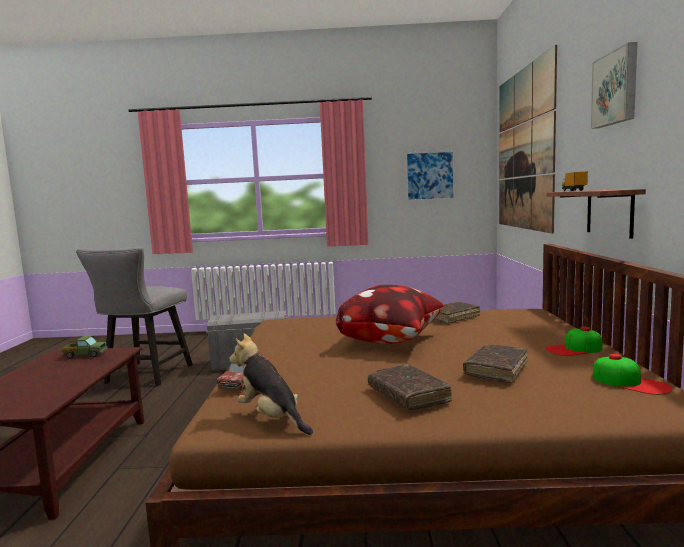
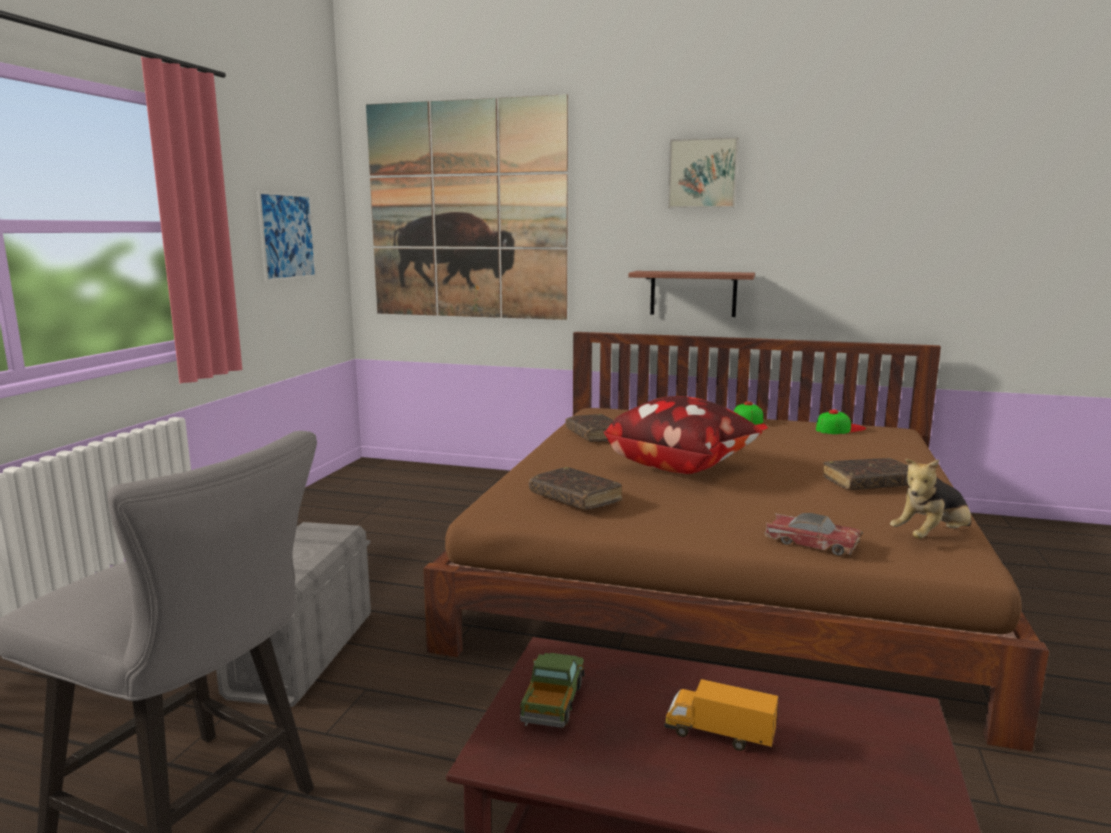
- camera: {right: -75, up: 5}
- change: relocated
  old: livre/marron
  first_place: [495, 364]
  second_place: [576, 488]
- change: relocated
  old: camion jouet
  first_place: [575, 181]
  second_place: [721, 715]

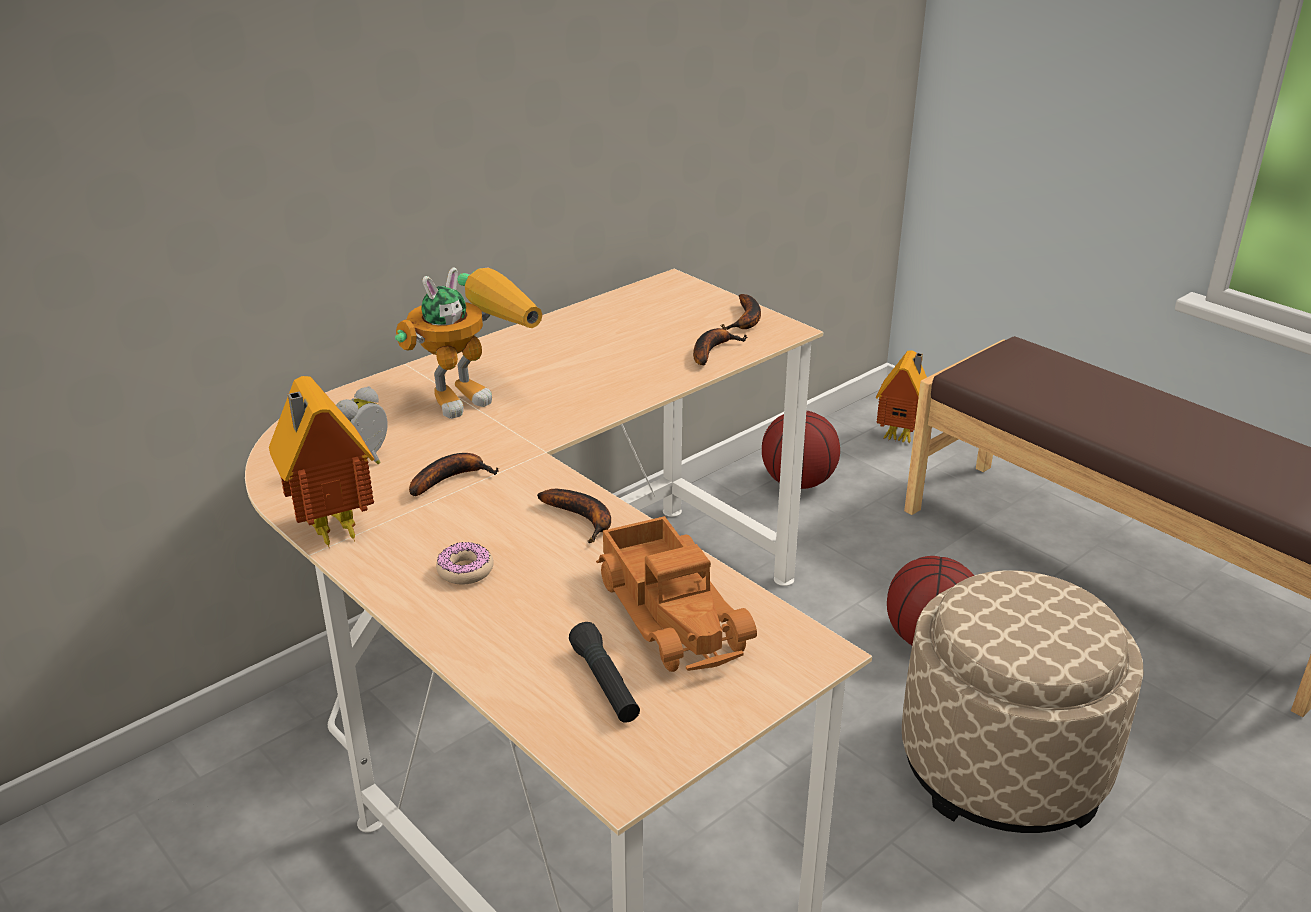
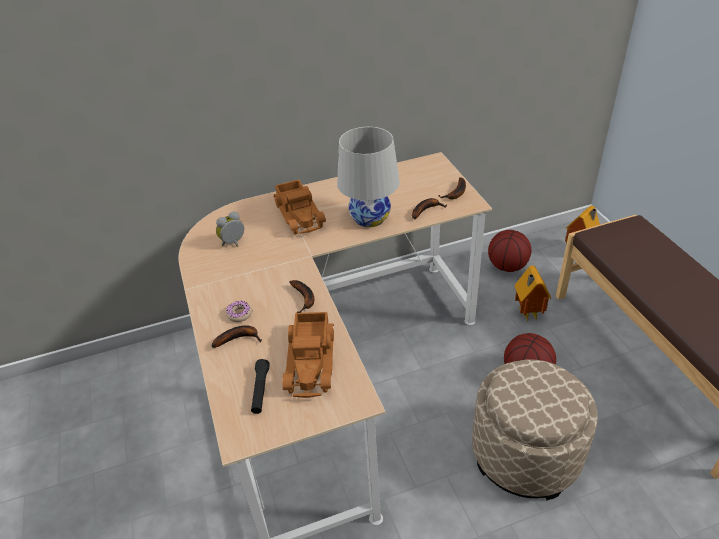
- camera: {right: 25, up: 10}
- change: appeared
  new: lampe de table/blanc
  second_place: [368, 177]
- change: relocated
  old: maison miniature
  first_place: [321, 462]
  second_place: [533, 294]
- change: relocated
  old: banane
  first_place: [454, 474]
  second_place: [237, 336]
- change: exchanged
  old: robot jouet
  new: camion jouet
  first_place: [469, 343]
  second_place: [300, 207]

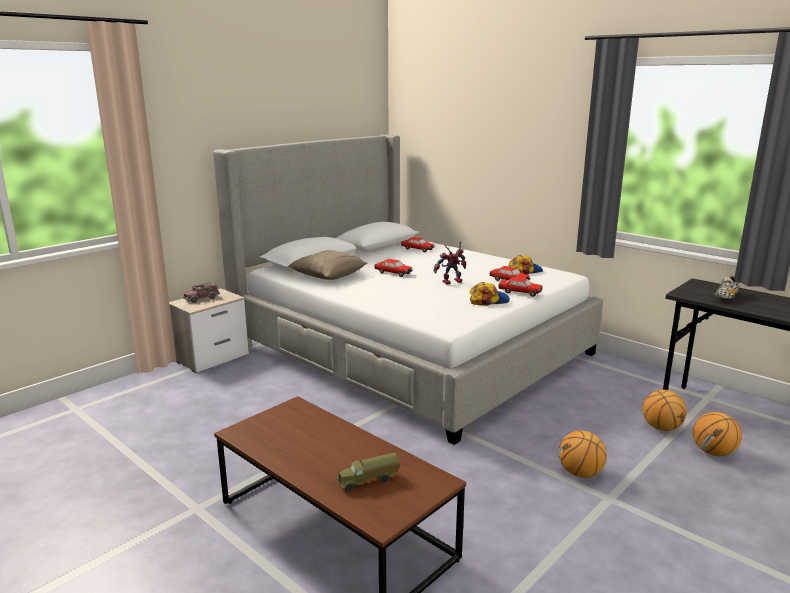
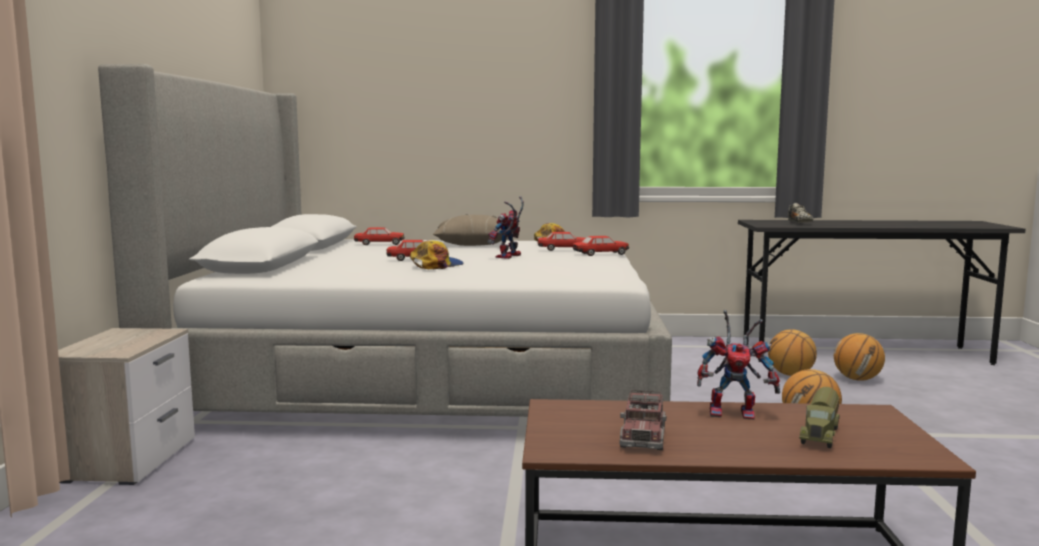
- camera: {right: -40, up: -10}
- change: appeared
  new: robot jouet
  second_place: [738, 365]
- change: relocated
  old: camion jouet
  first_place: [201, 292]
  second_place: [643, 420]
- change: relocated
  old: coussin/beige
  first_place: [327, 265]
  second_place: [467, 230]
- change: relocated
  old: casquette
  first_place: [489, 294]
  second_place: [437, 254]

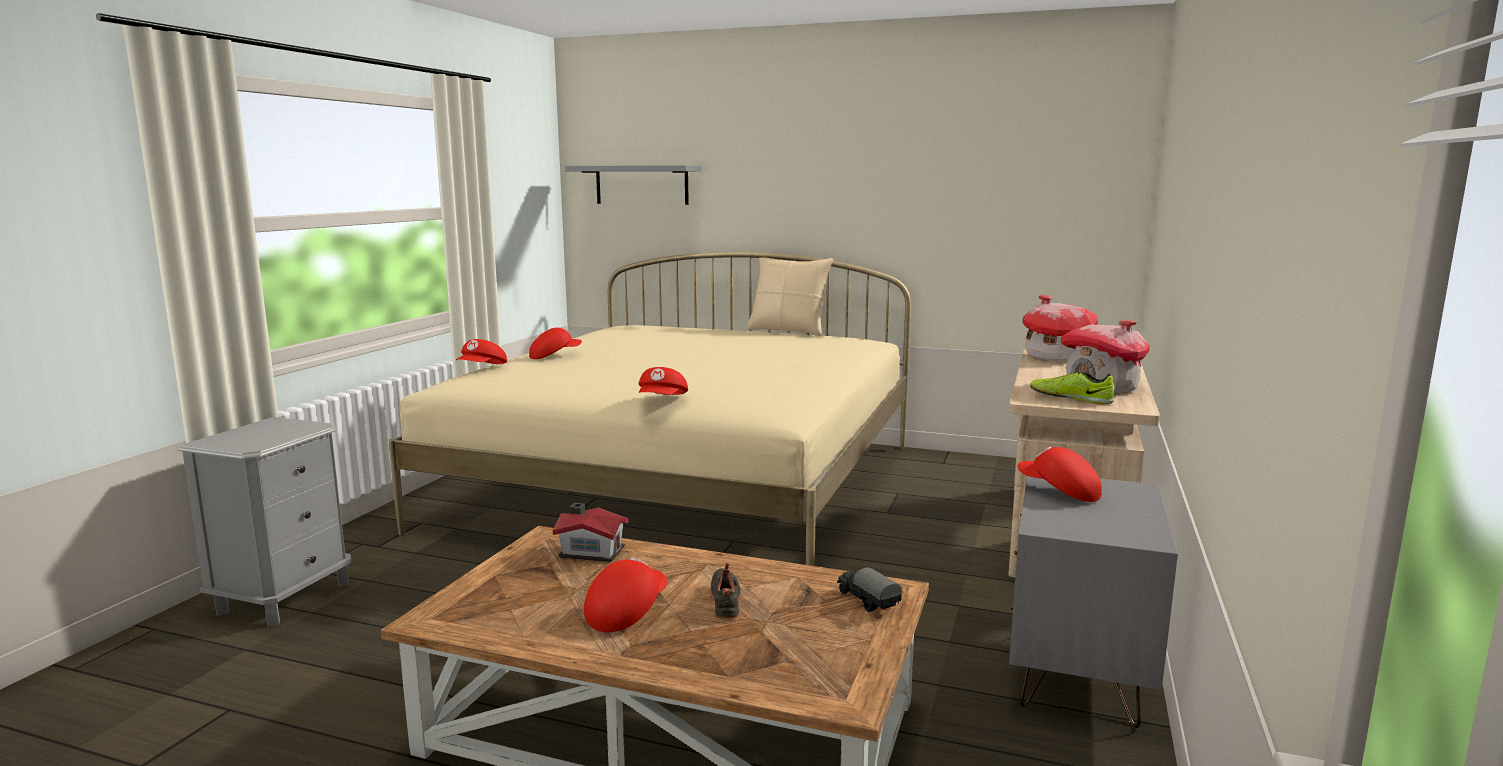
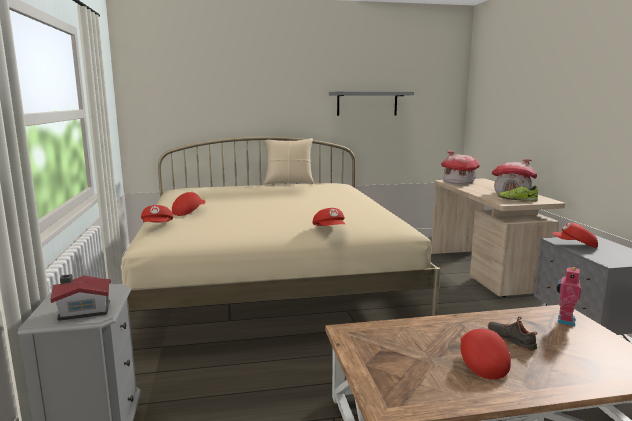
- camera: {right: -30, up: 0}
- change: relocated
  old: maison miniature
  first_place: [590, 532]
  second_place: [81, 297]
- change: relocated
  old: étagère/gris
  first_place: [633, 185]
  second_place: [371, 104]
- change: exchanged
  old: camion jouet
  new: robot jouet
  first_place: [869, 589]
  second_place: [569, 296]

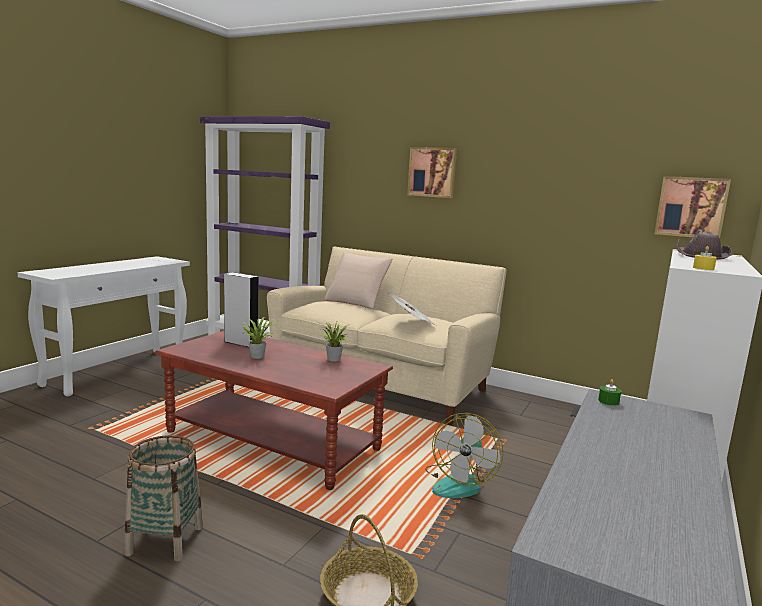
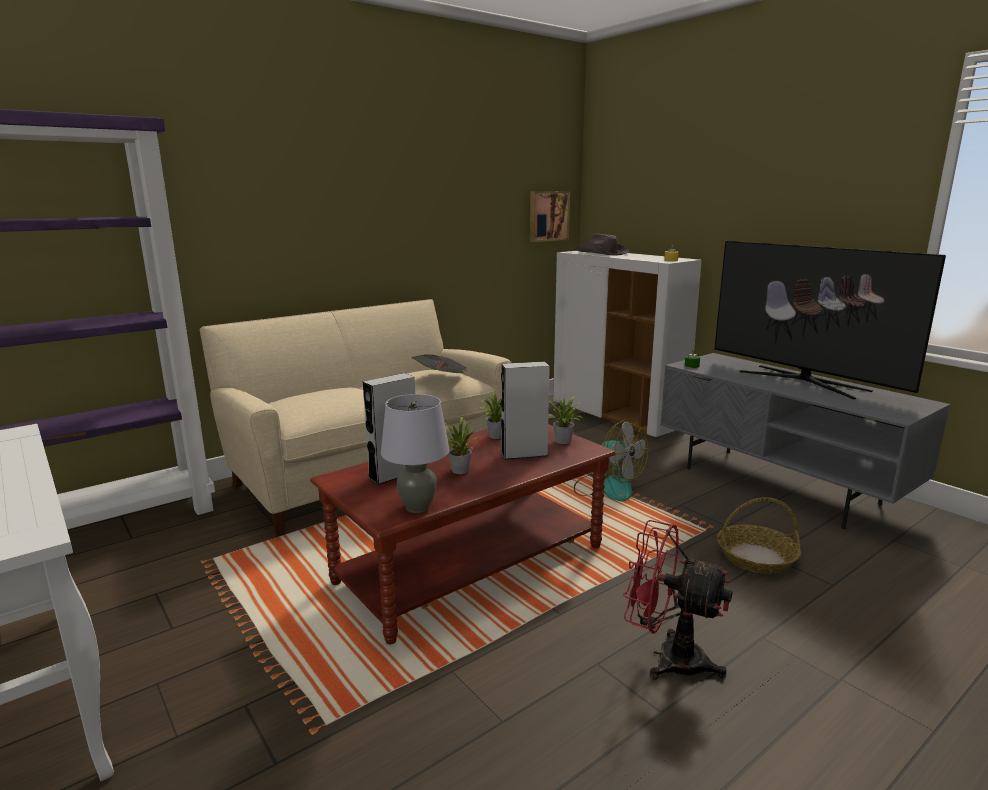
- camera: {right: -65, up: 5}
- change: missing
  old: coussin/beige
  first_place: [358, 280]
- change: missing
  old: tableau
  first_place: [432, 172]
- change: appeared
  new: lampe de table/gris
  second_place: [415, 453]
- change: appeared
  new: enceinte/gris
  second_place: [525, 410]
- change: appeared
  new: plante en pot
  second_place: [565, 419]
- change: appeared
  new: téléviseur
  second_place: [830, 320]
- change: exchanged
  old: panier
  new: ventilateur/rouge
  first_place: [164, 498]
  second_place: [678, 600]

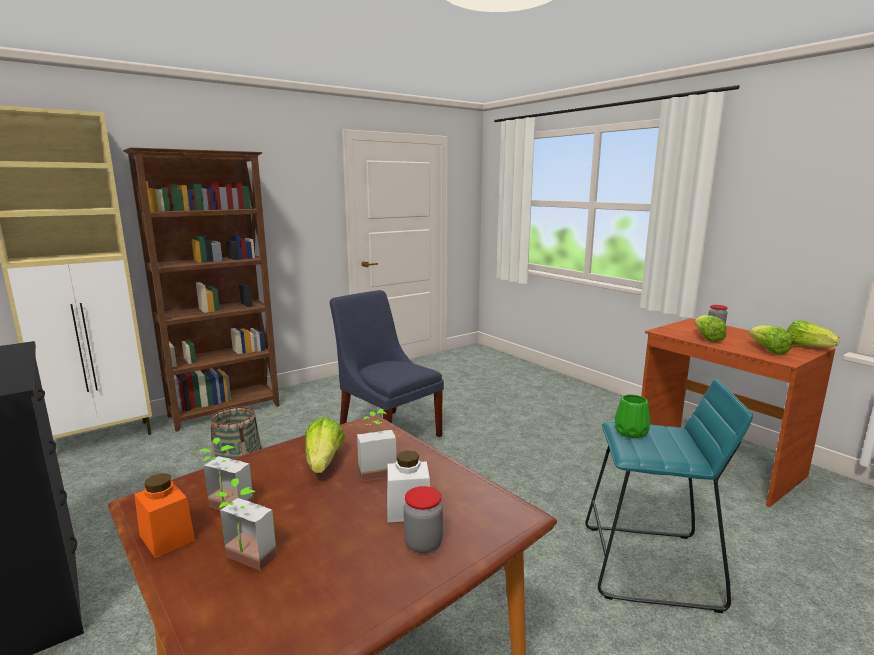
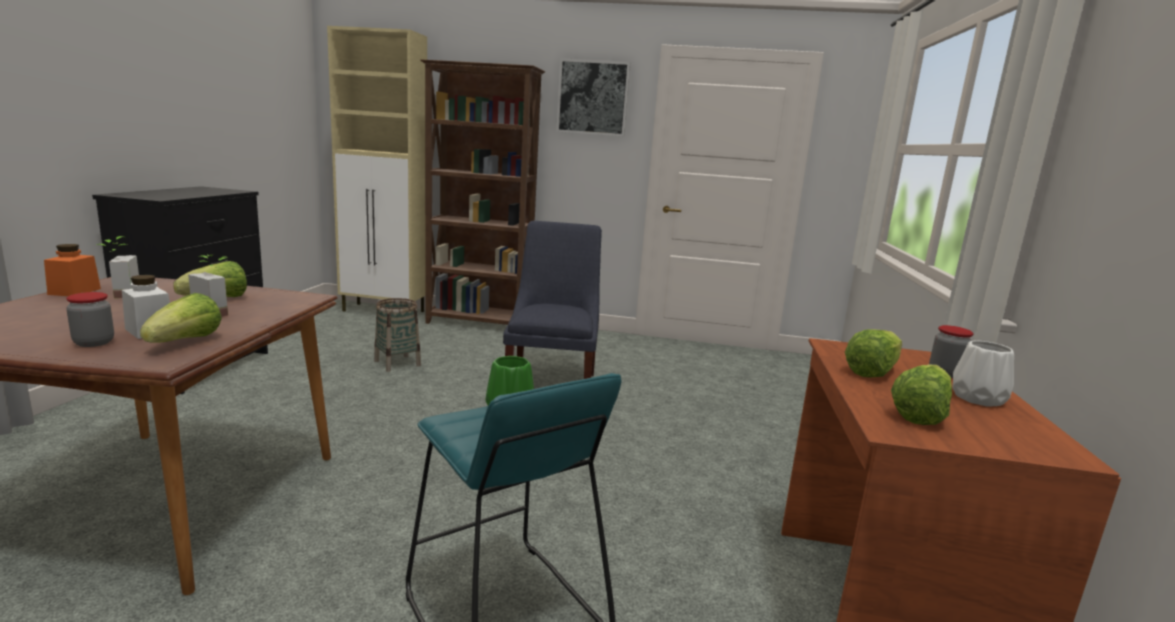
- camera: {right: 45, up: 0}
- change: missing
  old: plante en pot
  first_place: [245, 524]
- change: appeared
  new: tableau
  second_place: [593, 97]
- change: appeared
  new: vase/blanc
  second_place: [983, 373]
- change: relocated
  old: laitue
  first_place: [813, 333]
  second_place: [181, 318]

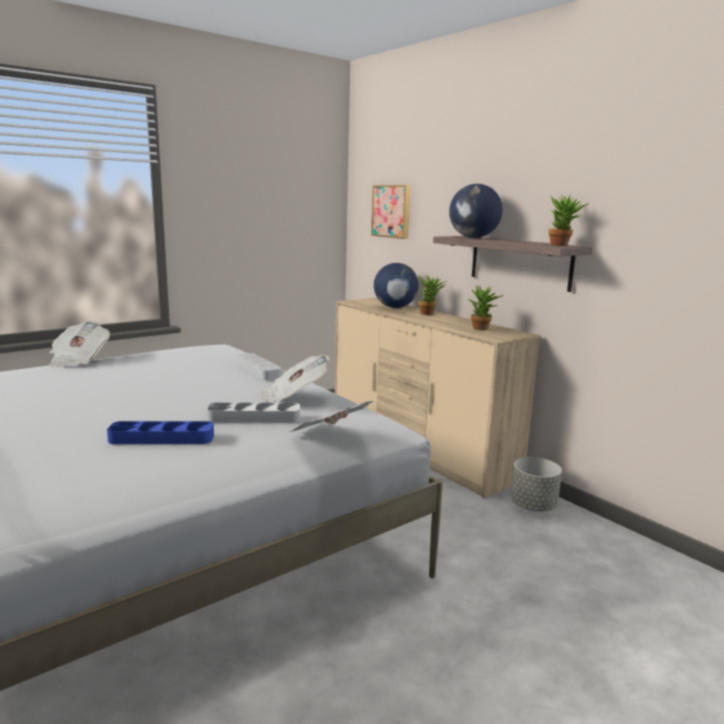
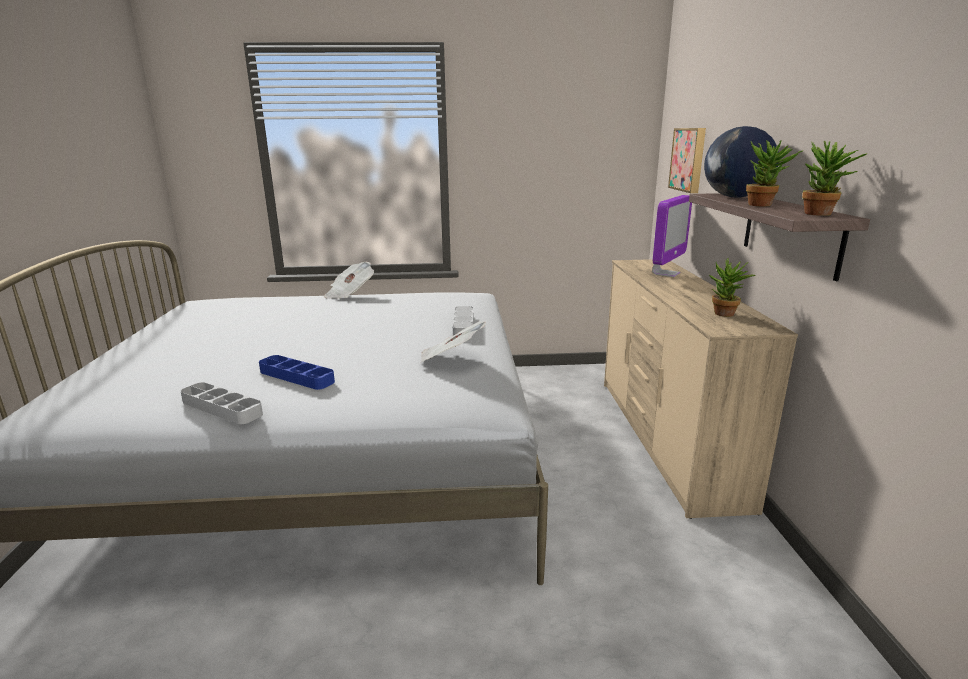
- camera: {right: 35, up: 5}
- change: missing
  old: journal
  first_place: [331, 416]
- change: missing
  old: cache-pot/gris
  first_place: [536, 484]
- change: relocated
  old: plateau/gris
  first_place: [253, 412]
  second_place: [222, 403]
- change: relocated
  old: plante en pot
  first_place: [432, 295]
  second_place: [774, 173]
- change: exchanged
  old: globe
  new: écran d'ordinateur
  first_place: [396, 285]
  second_place: [672, 236]

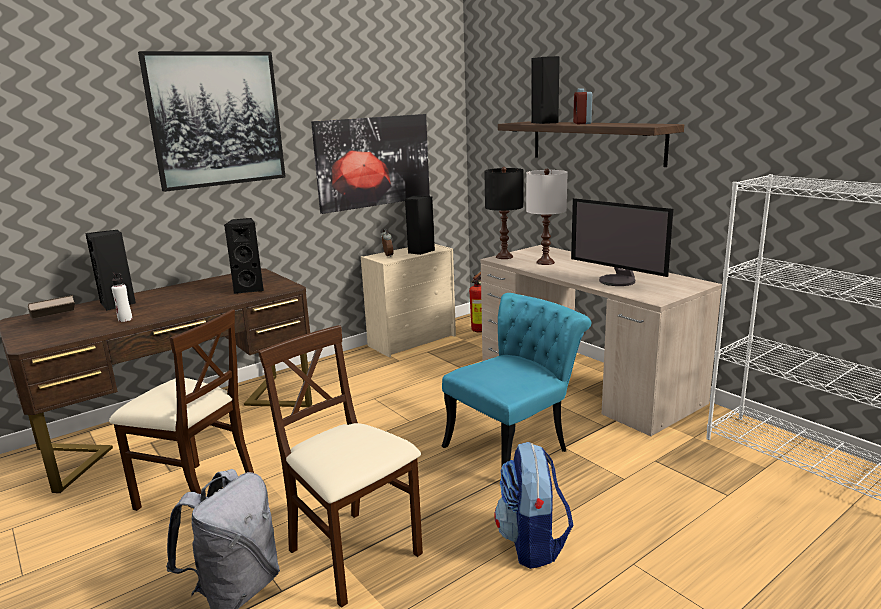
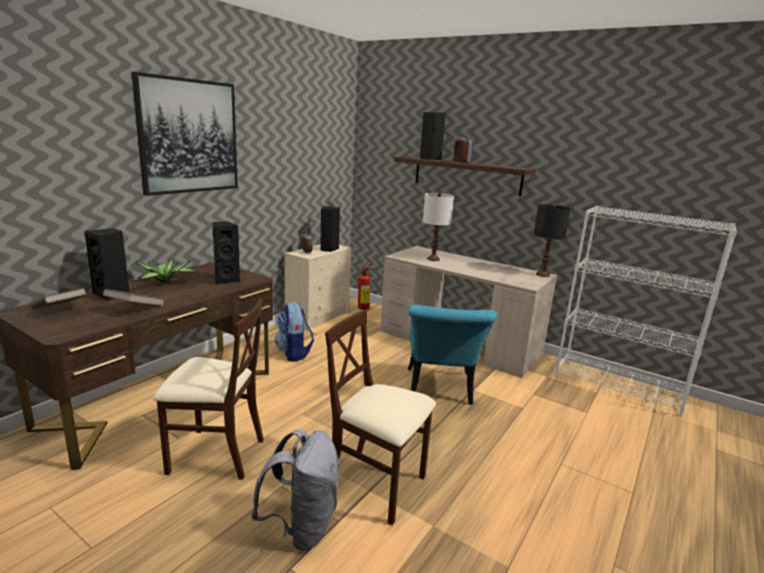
- camera: {right: -20, up: 0}
- change: missing
  old: tableau
  first_place: [370, 164]
- change: missing
  old: écran d'ordinateur
  first_place: [622, 242]
- change: appeared
  new: plante en pot
  second_place: [167, 271]
- change: relocated
  old: lampe de table/noir
  first_place: [503, 213]
  second_place: [552, 240]
- change: relocated
  old: sac à dos
  first_place: [533, 505]
  second_place: [294, 332]
- change: exchanged
  old: bouteille/blanc
  new: livre/marron
  first_place: [122, 297]
  second_place: [134, 297]
- change: spun
  old: chaise/turquoise
  first_place: [516, 380]
  second_place: [453, 355]
  degrees: 150

